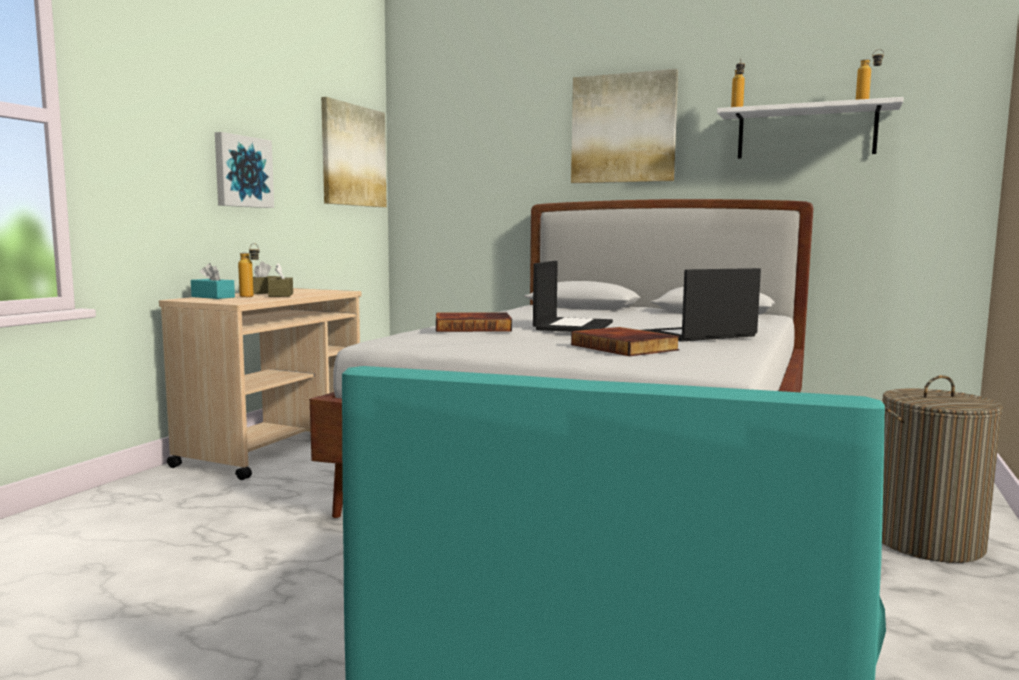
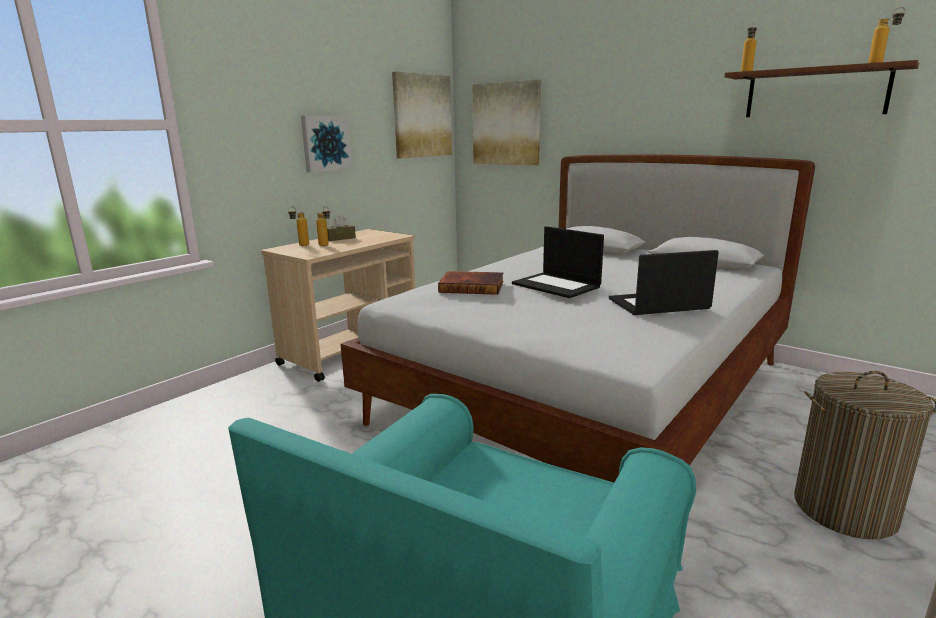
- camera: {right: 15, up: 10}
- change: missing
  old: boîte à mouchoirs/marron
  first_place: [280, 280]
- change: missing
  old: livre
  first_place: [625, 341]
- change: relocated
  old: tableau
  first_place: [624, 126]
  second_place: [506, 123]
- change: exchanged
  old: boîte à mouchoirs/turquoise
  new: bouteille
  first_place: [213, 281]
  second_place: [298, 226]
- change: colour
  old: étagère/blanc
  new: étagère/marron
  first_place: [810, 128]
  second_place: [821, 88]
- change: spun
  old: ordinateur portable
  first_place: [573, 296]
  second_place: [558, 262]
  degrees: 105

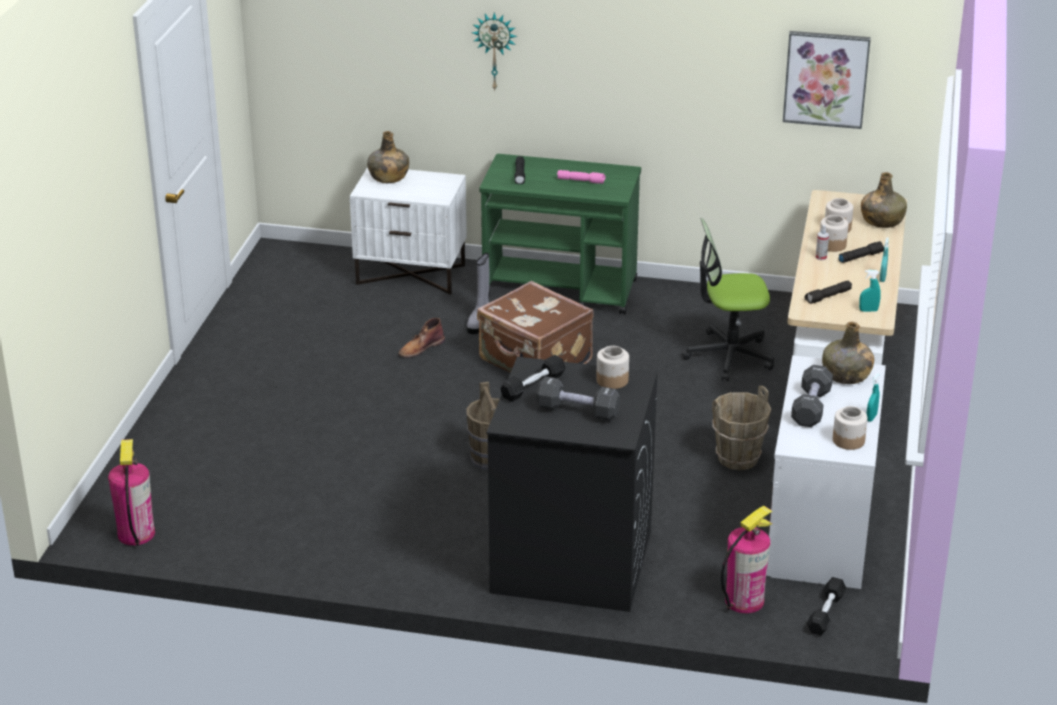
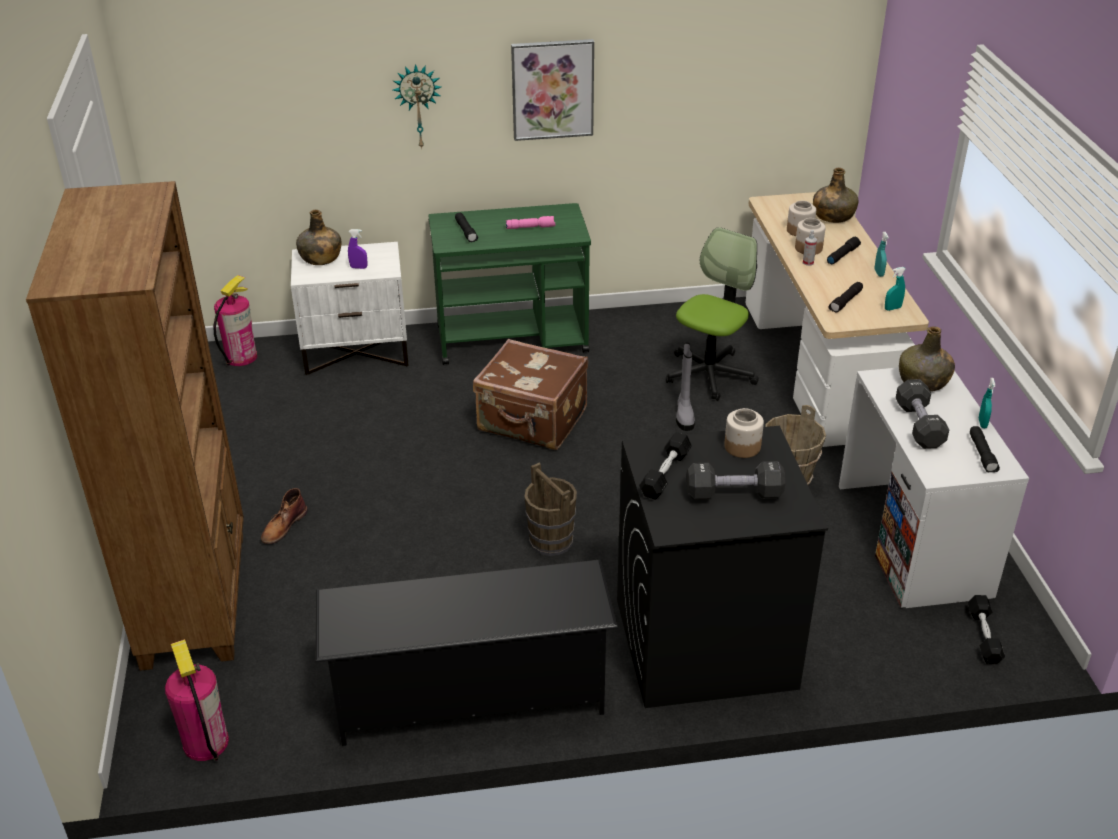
- camera: {right: -20, up: 5}
- change: appeared
  new: bibliothèque/marron
  second_place: [135, 426]
- change: appeared
  new: étagère à chaussures/noir
  second_place: [467, 653]
- change: appeared
  new: vaporisateur/violet
  second_place: [357, 249]
- change: relocated
  old: botte/marron
  first_place: [422, 338]
  second_place: [284, 516]
- change: relocated
  old: botte/gris
  first_place: [478, 293]
  second_place: [685, 386]
- change: relocated
  old: extincteur
  first_place: [746, 559]
  second_place: [235, 320]
- change: relocated
  old: tableau
  first_place: [827, 80]
  second_place: [552, 90]
- change: exchanged
  old: bocal
  new: lampe de poche/noir
  first_place: [850, 428]
  second_place: [985, 449]
- change: spun
  old: chaise de bureau
  first_place: [728, 299]
  second_place: [712, 314]
  degrees: 150

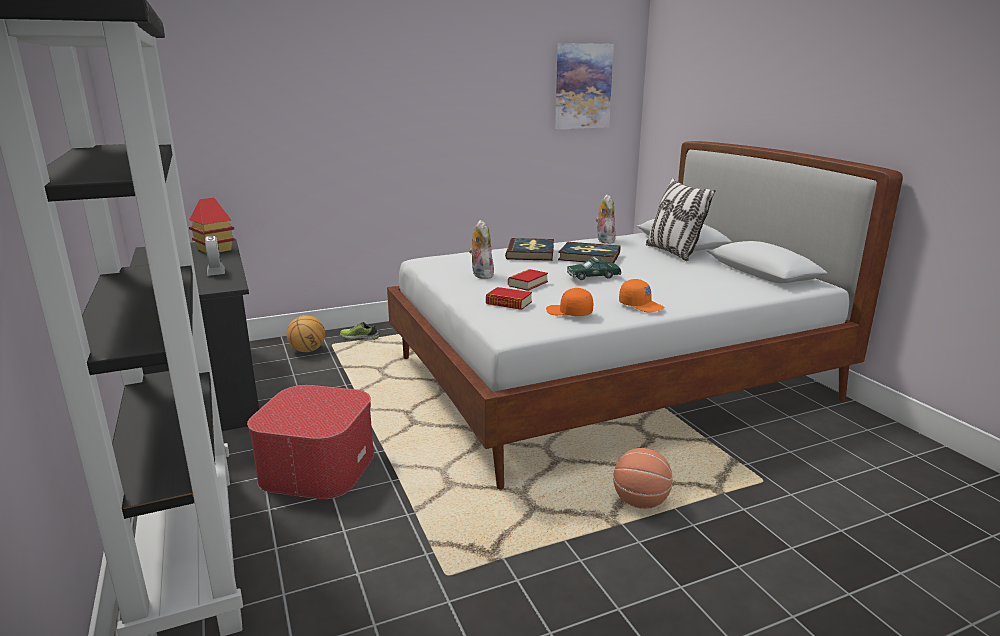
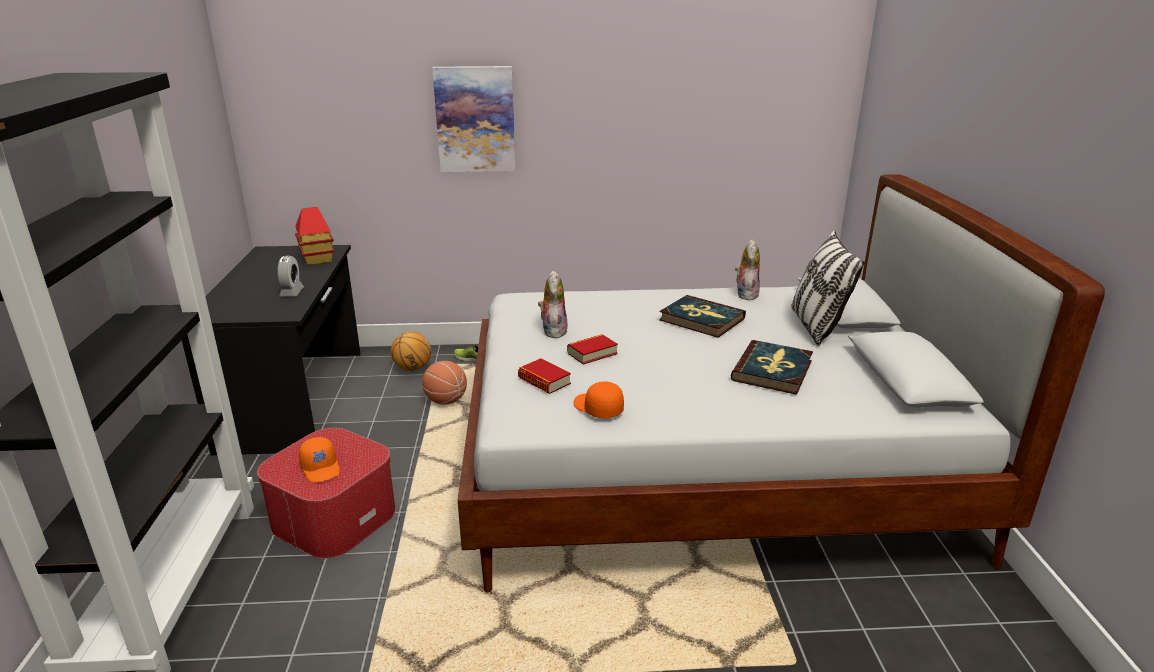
- camera: {right: 20, up: 5}
- change: missing
  old: petite voiture
  first_place: [594, 268]
- change: relocated
  old: livre
  first_place: [529, 249]
  second_place: [772, 367]
- change: relocated
  old: tableau
  first_place: [584, 86]
  second_place: [474, 119]
- change: relocated
  old: ballon de basket
  first_place: [643, 478]
  second_place: [444, 383]
- change: relocated
  old: casquette/orange
  first_place: [641, 296]
  second_place: [319, 459]

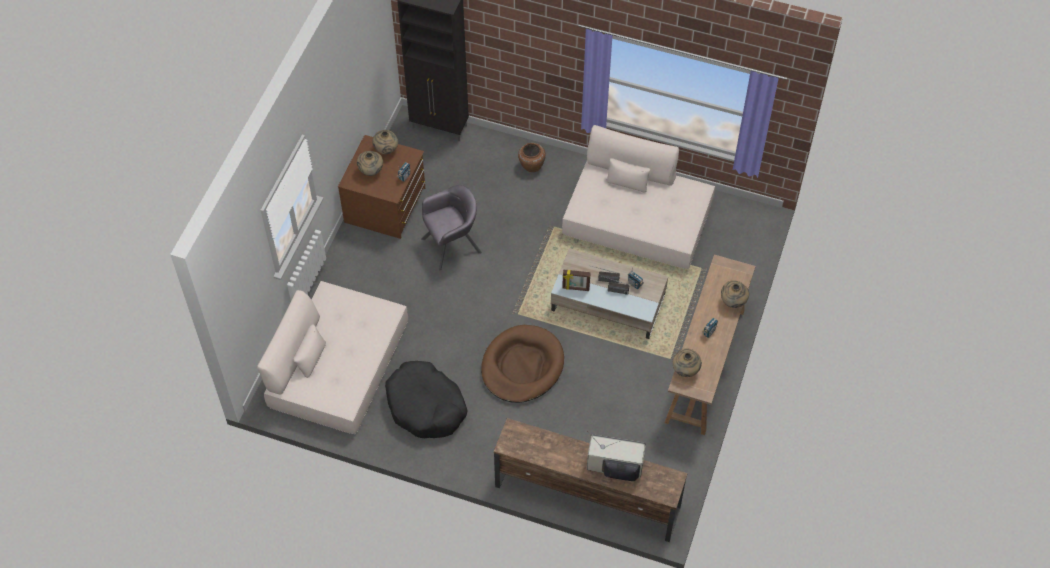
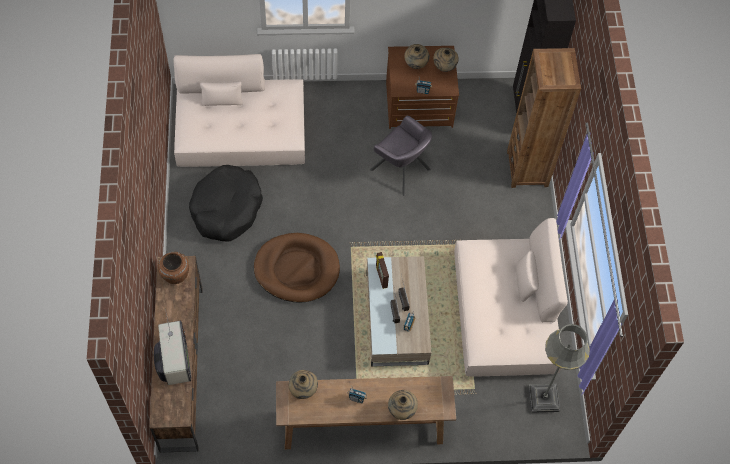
- camera: {right: 65, up: 5}
- change: appeared
  new: bibliothèque/marron
  second_place: [544, 118]
- change: appeared
  new: lampadaire/gris
  second_place: [559, 368]
- change: relocated
  old: vase/marron
  first_place: [532, 157]
  second_place: [173, 268]

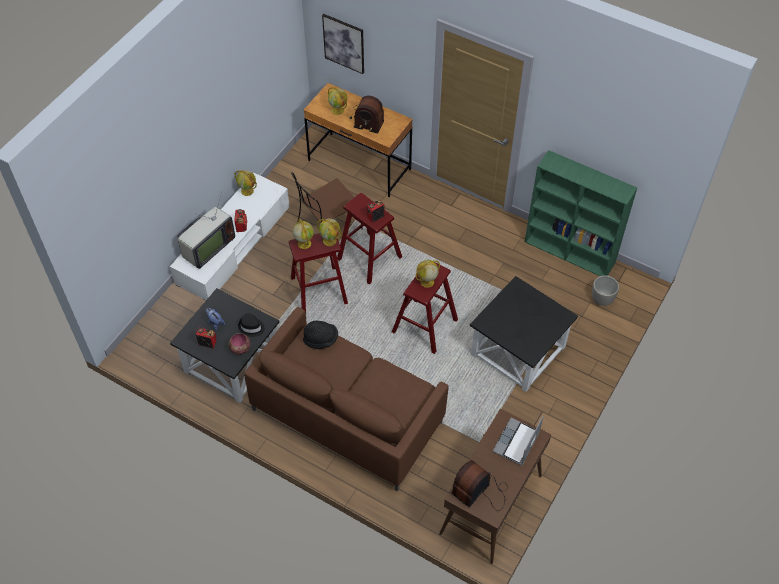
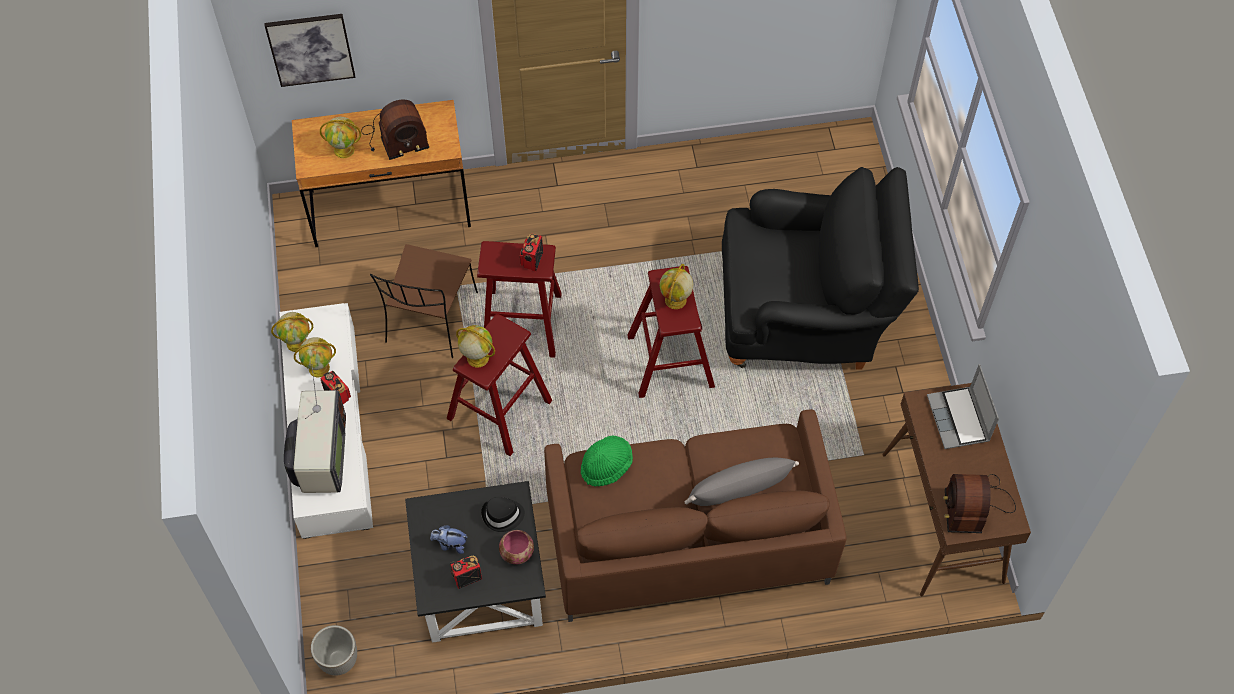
- camera: {right: -40, up: 5}
- change: missing
  old: bibliothèque/vert
  first_place: [581, 213]
- change: appeared
  new: coussin/gris
  second_place: [742, 482]
- change: relocated
  old: globe
  first_place: [329, 232]
  second_place: [315, 357]
- change: relocated
  old: cache-pot
  first_place: [605, 290]
  second_place: [334, 650]
- change: exchanged
  old: table d'appoint/noir
  new: fauteuil/noir
  first_place: [524, 334]
  second_place: [820, 268]
- change: colour
  old: chapeau/noir
  new: chapeau/vert
  first_place: [320, 335]
  second_place: [607, 461]

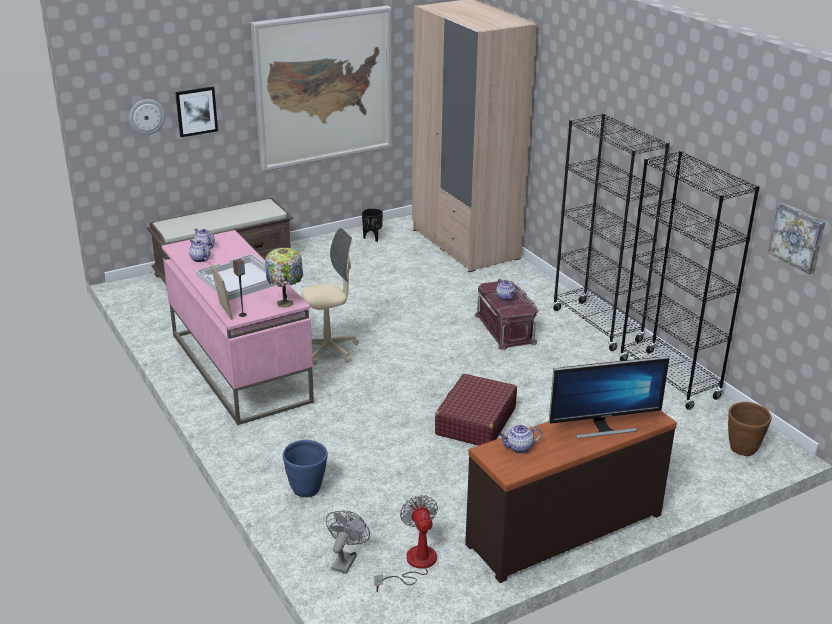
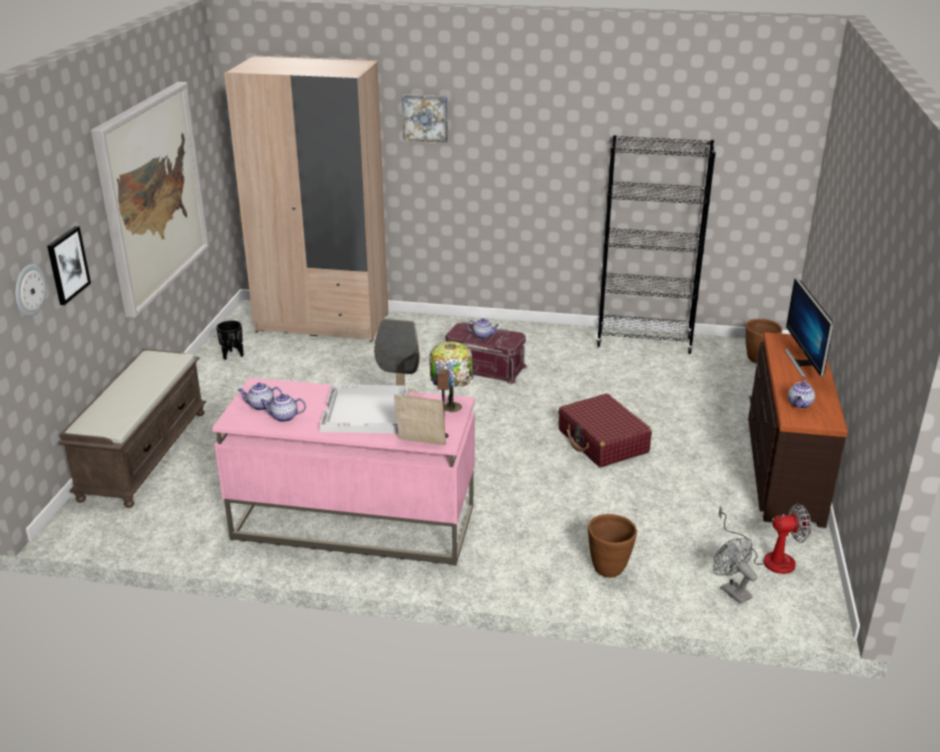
- camera: {right: -50, up: 0}
- change: missing
  old: bibliothèque/noir
  first_place: [611, 232]
- change: relocated
  old: tableau
  first_place: [796, 238]
  second_place: [425, 118]
- change: colour
  old: cache-pot/bleu
  new: cache-pot/marron
  first_place: [305, 468]
  second_place: [612, 546]
- change: spun
  old: ventilateur
  first_place: [406, 543]
  second_place: [765, 538]
  degrees: 150
- change: spun
  old: écran d'ordinateur
  first_place: [609, 397]
  second_place: [809, 328]
  degrees: 150

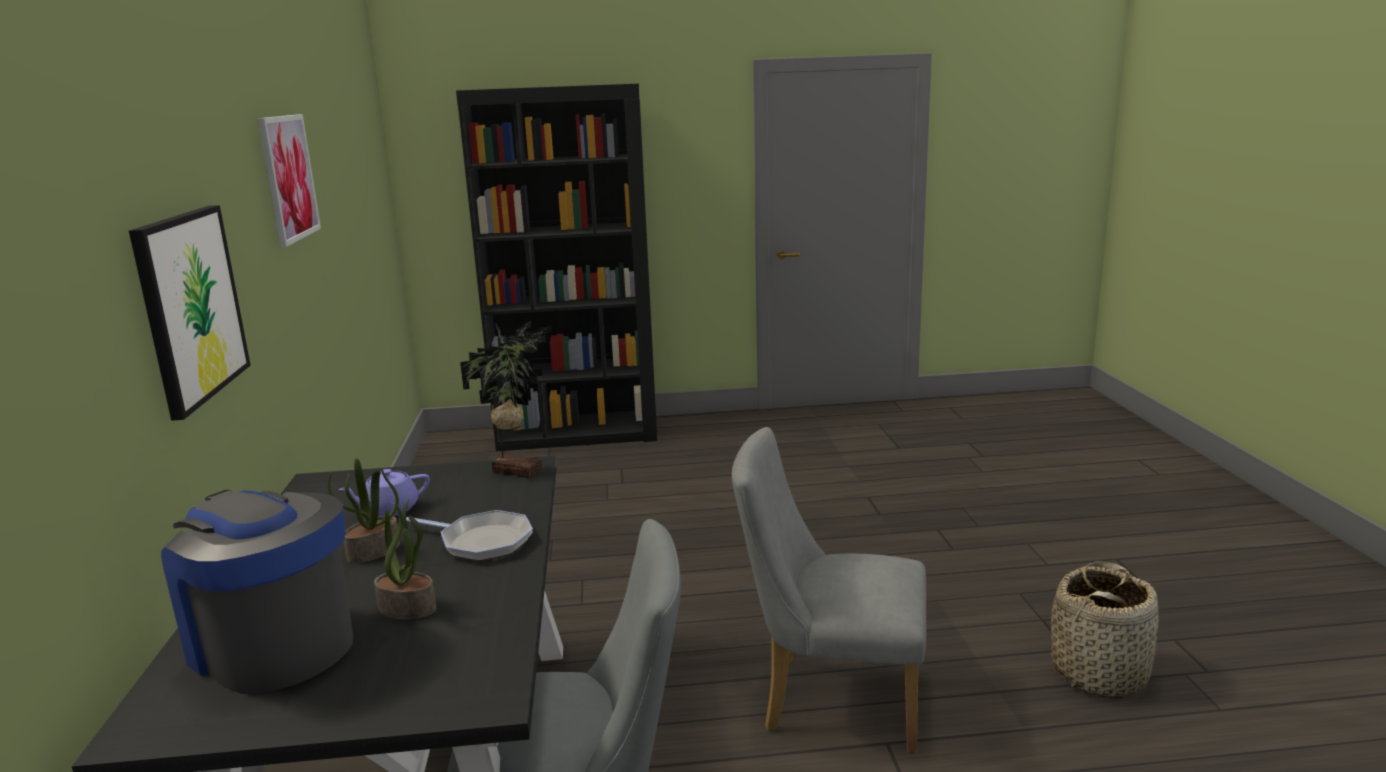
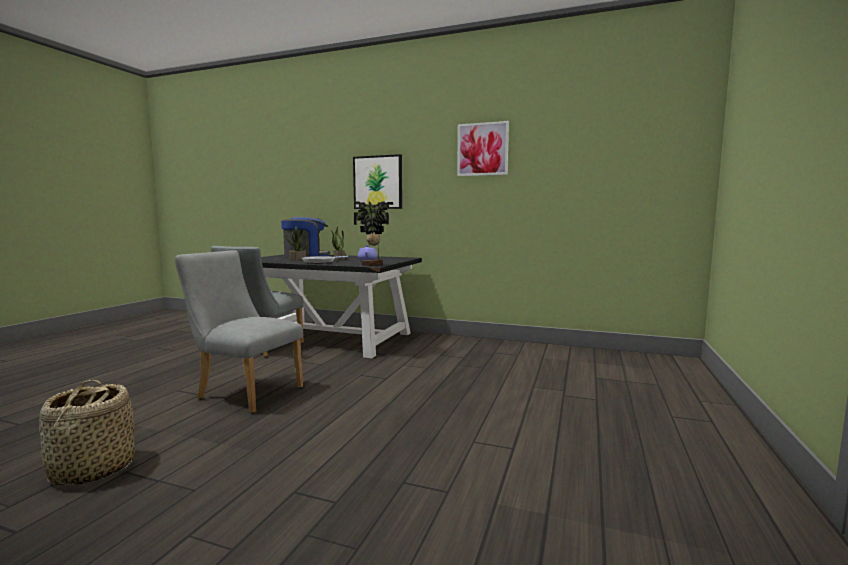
- camera: {right: 115, up: -10}
- change: missing
  old: bibliothèque/noir
  first_place: [556, 267]
- change: spun
  old: chaise/gris
  first_place: [829, 590]
  second_place: [238, 331]
  degrees: -105

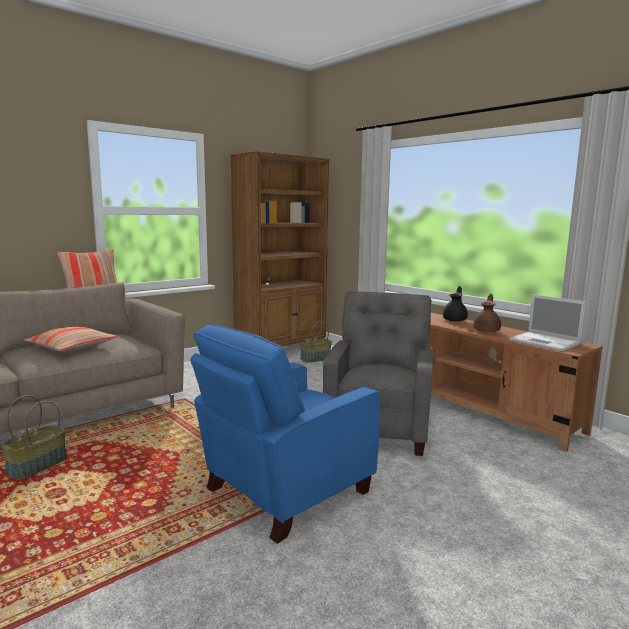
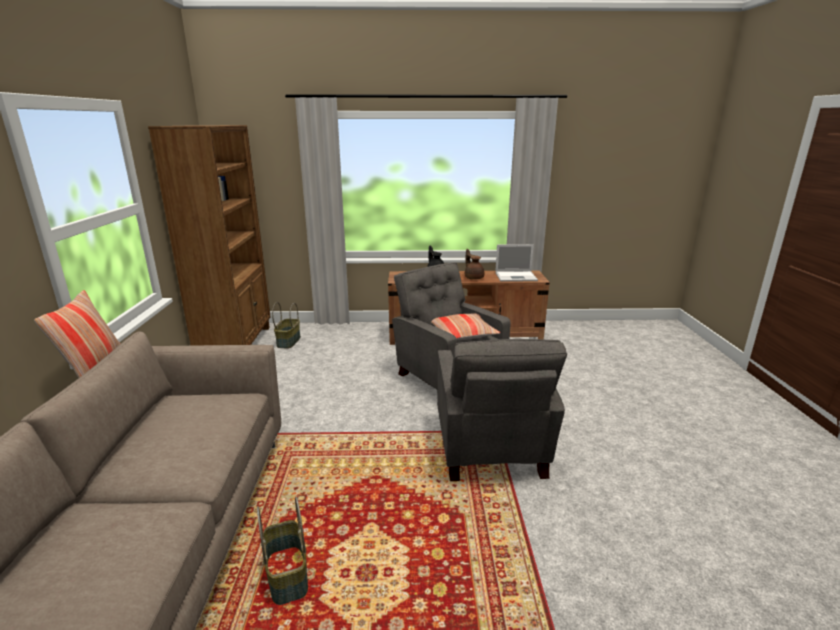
- camera: {right: -50, up: 10}
- change: relocated
  old: coussin
  first_place: [71, 339]
  second_place: [465, 326]
- change: colour
  old: fauteuil/bleu
  new: fauteuil/gris
  first_place: [285, 434]
  second_place: [502, 409]

